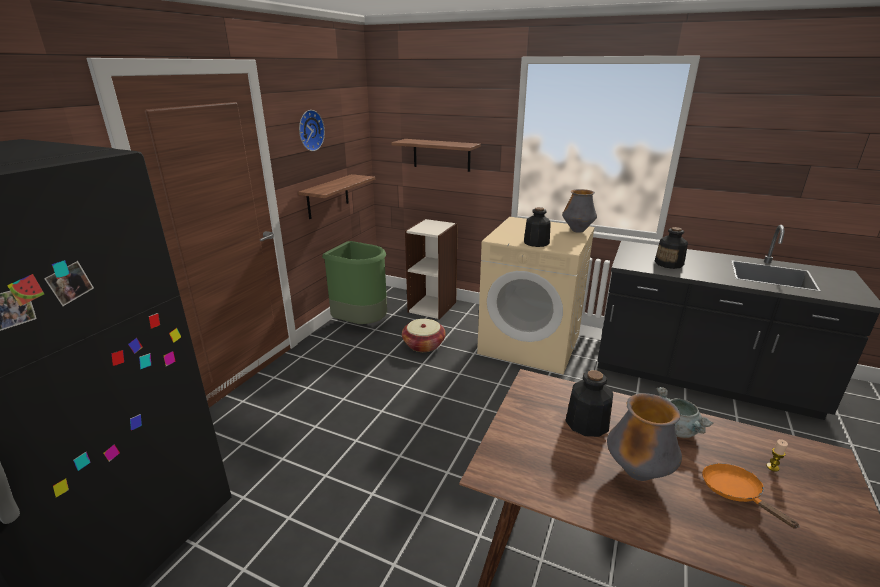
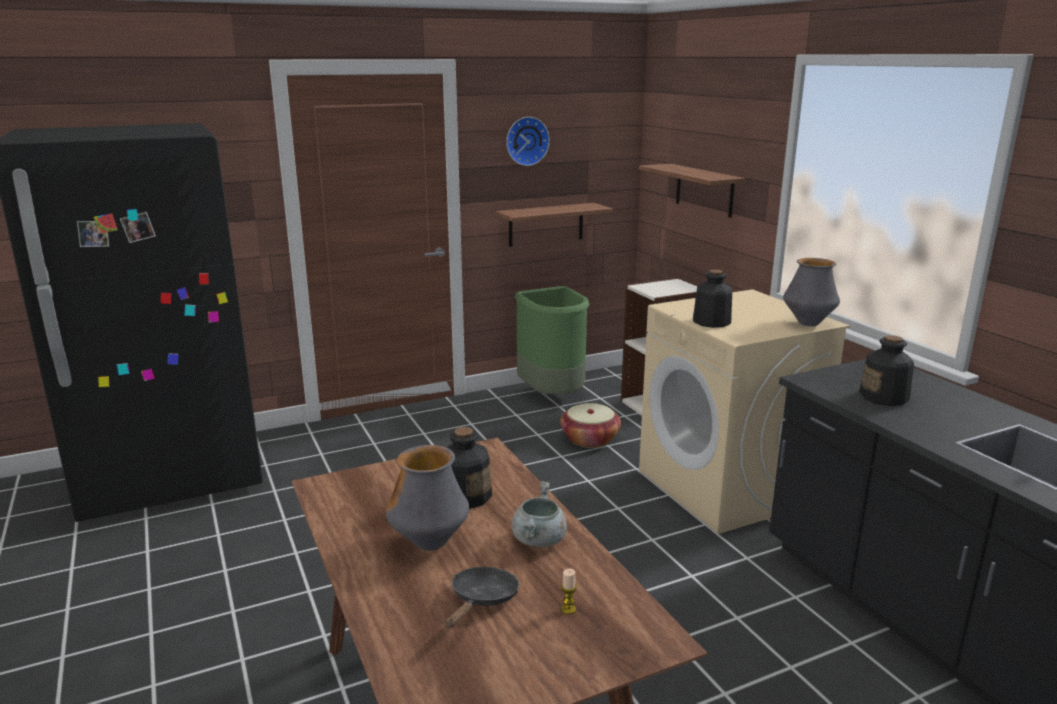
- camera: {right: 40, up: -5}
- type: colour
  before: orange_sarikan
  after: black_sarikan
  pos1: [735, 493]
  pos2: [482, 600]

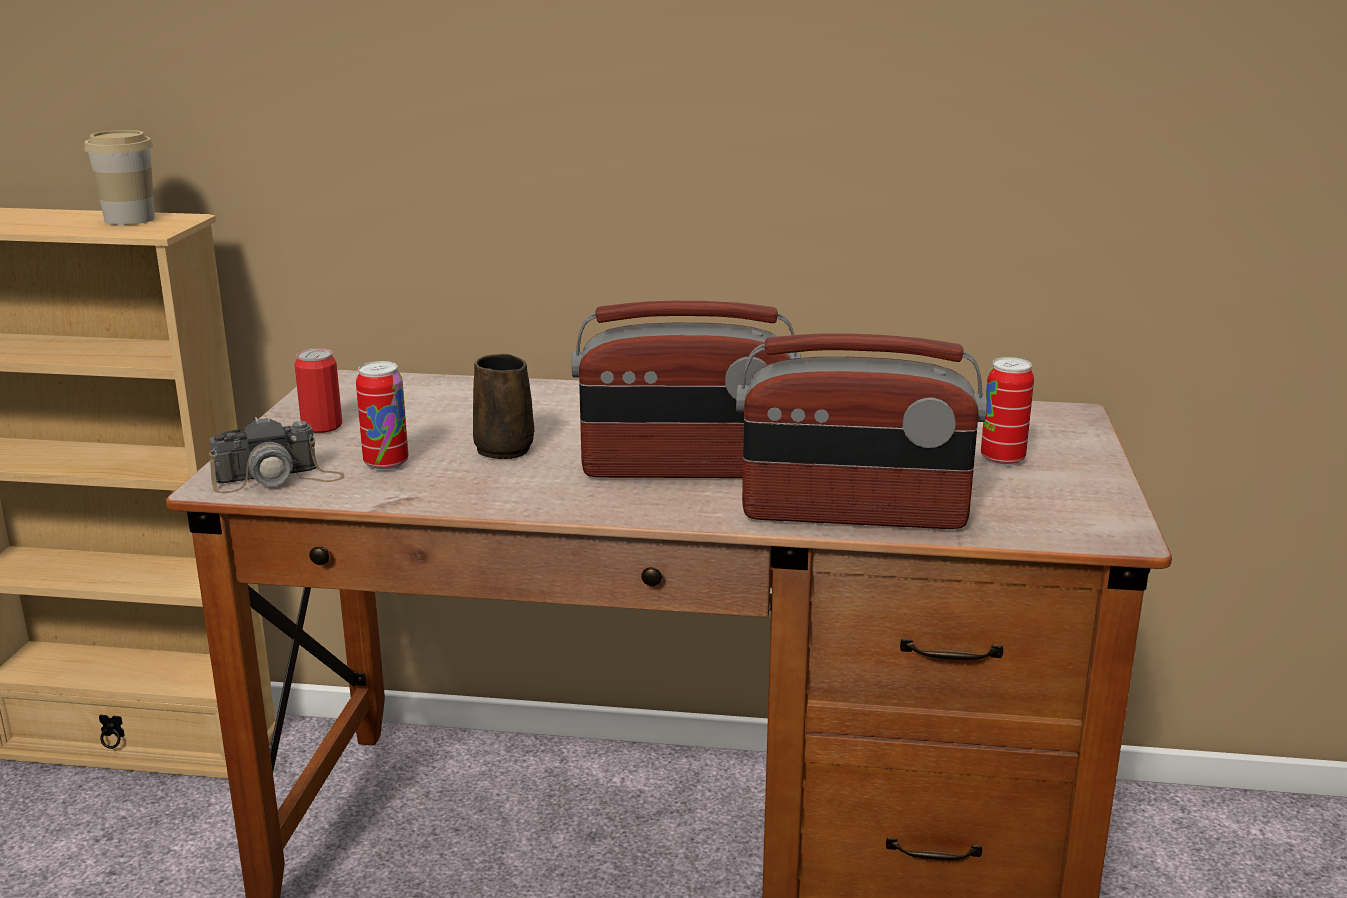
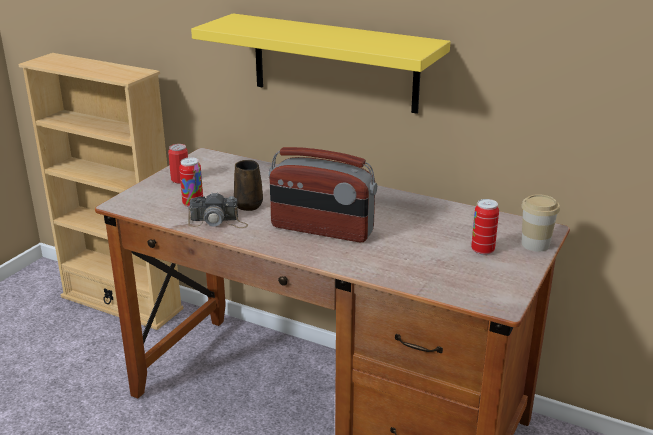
- camera: {right: 20, up: 5}
- type: missing
  before: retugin
  pos1: [853, 515]
- type: appeared
  after: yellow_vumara
  pos2: [334, 63]
- type: relocated
  before: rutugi
  pos1: [129, 219]
  pos2: [535, 244]
- type: relocated
  before: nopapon
  pos1: [278, 478]
  pos2: [218, 222]

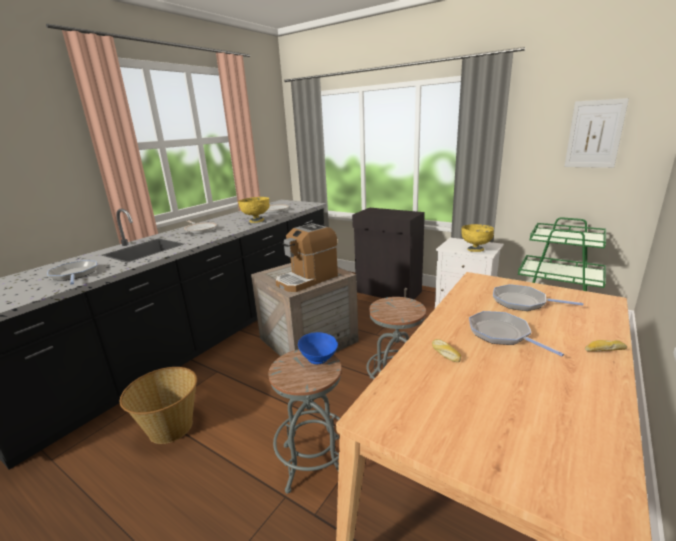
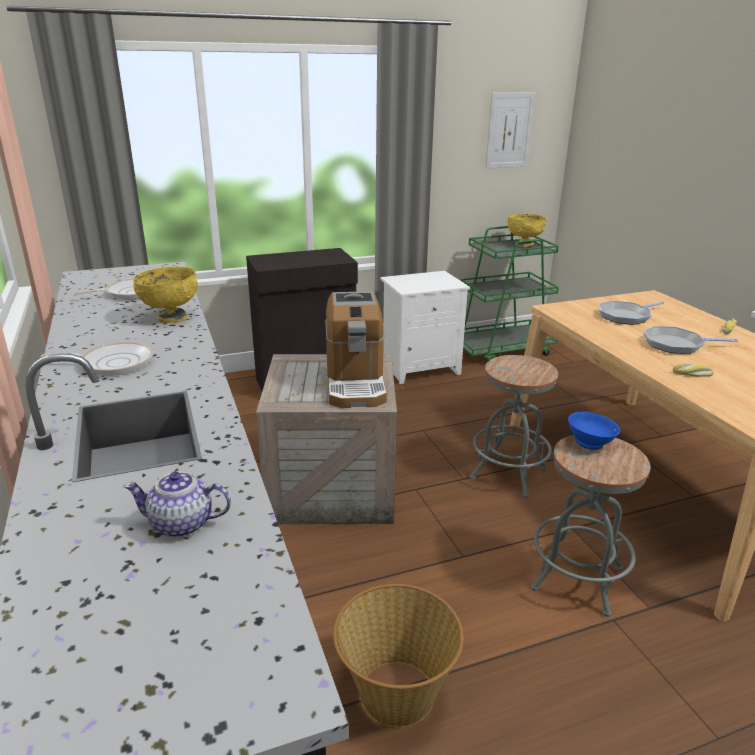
- camera: {right: -55, up: 5}
- type: relocated
  before: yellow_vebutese
  pos1: [476, 250]
  pos2: [524, 244]
- type: exchanged
  before: sarikan
  after: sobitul
  pos1: [74, 275]
  pos2: [182, 524]

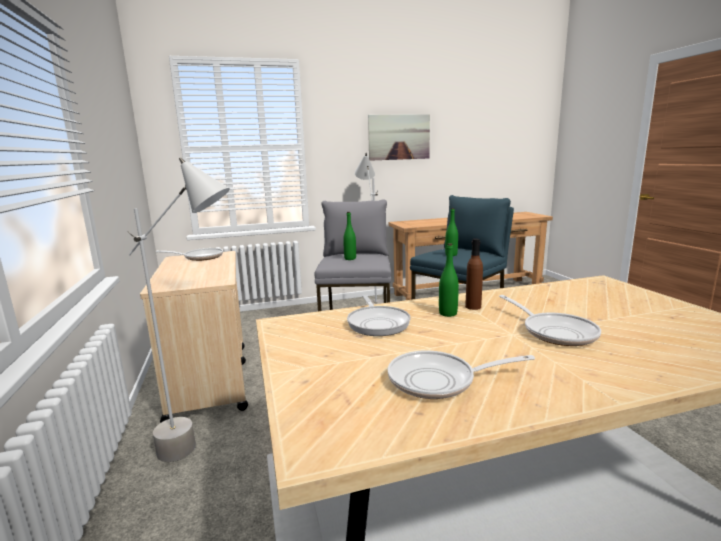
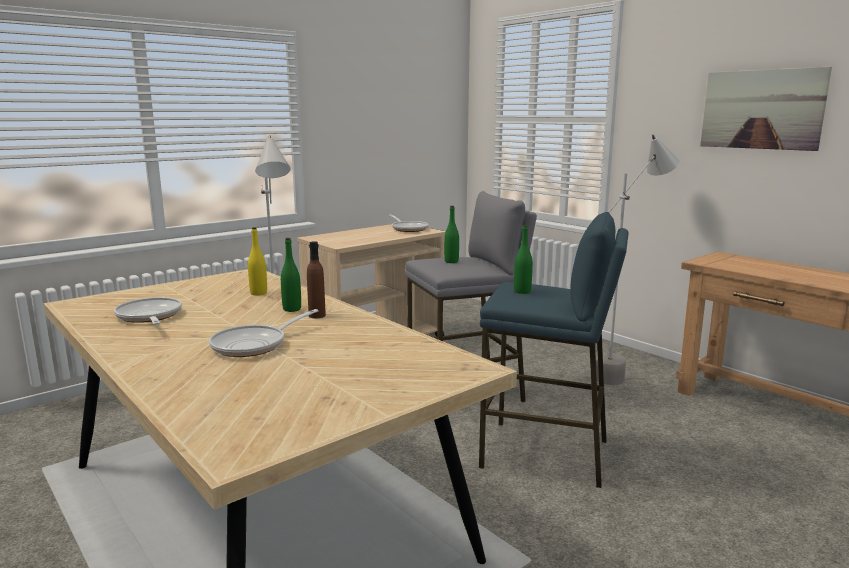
- camera: {right: 65, up: 0}
- type: exchanged
  before: sarikan
  after: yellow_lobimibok
  pos1: [378, 323]
  pos2: [258, 293]

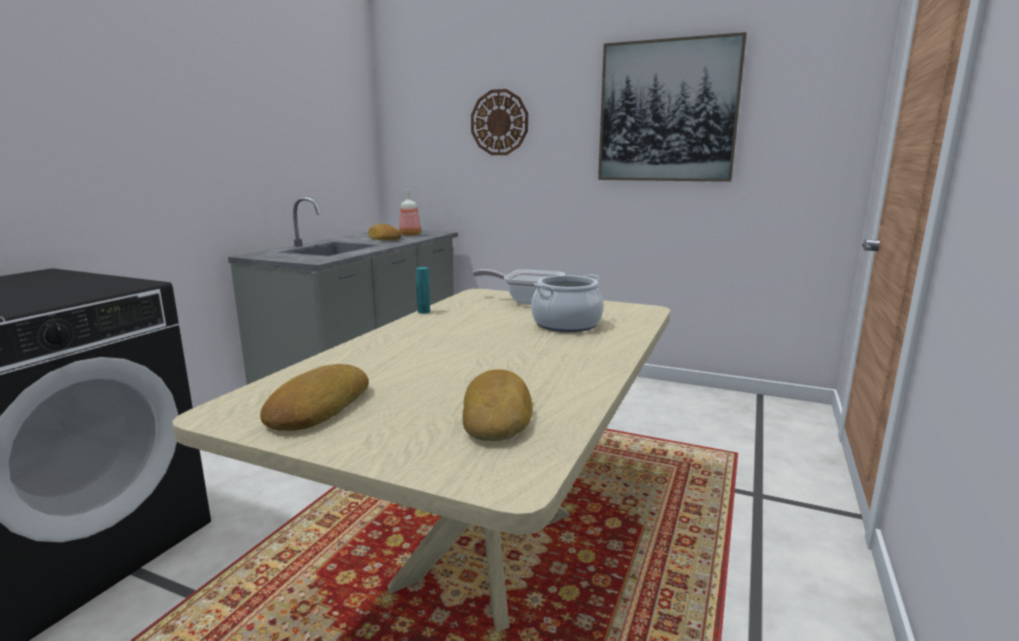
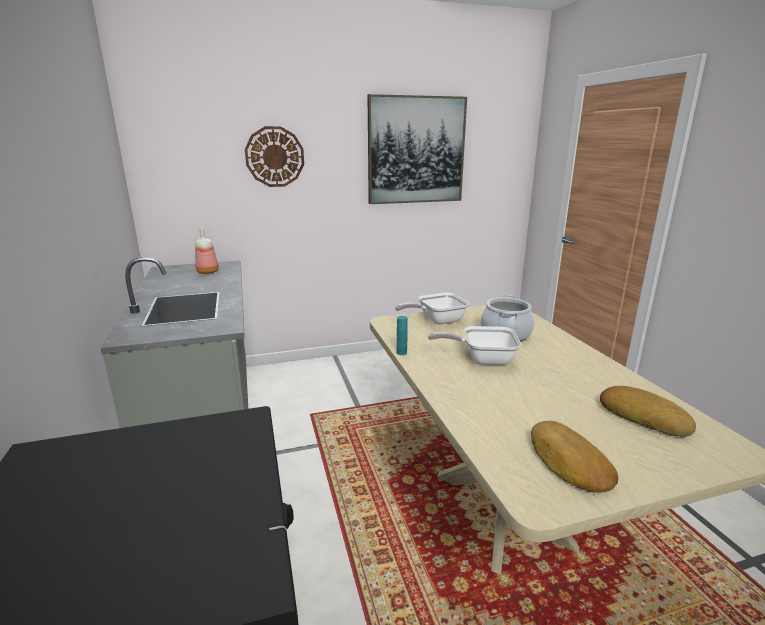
- camera: {right: -40, up: 5}
- type: missing
  before: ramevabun
  pos1: [383, 238]
- type: appeared
  after: sarikan
  pos2: [482, 359]

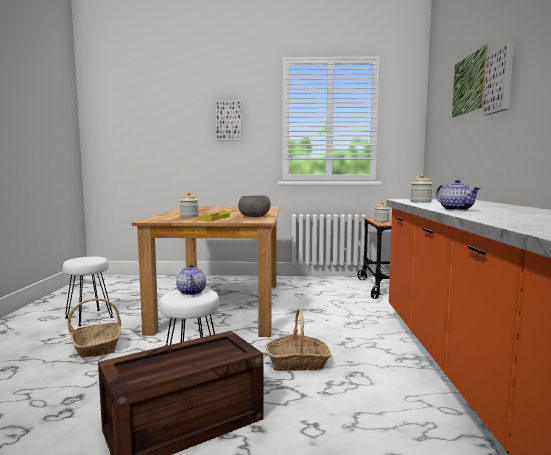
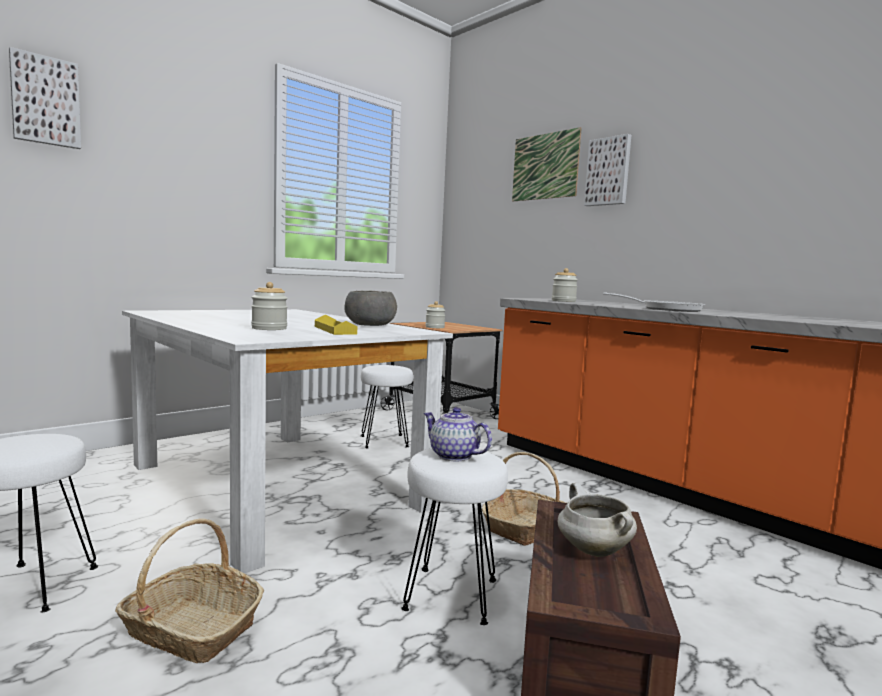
- camera: {right: -45, up: 0}
- type: appeared
  after: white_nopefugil
  pos2: [385, 441]
- type: appeared
  after: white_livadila
  pos2: [592, 550]
- type: relocated
  before: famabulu
  pos1: [229, 121]
  pos2: [45, 101]
- type: exchanged
  before: sobitul
  after: sarikan
  pos1: [456, 209]
  pos2: [665, 309]
- type: colour
  before: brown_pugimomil
  after: white_pugimomil
  pos1: [221, 305]
  pos2: [272, 485]

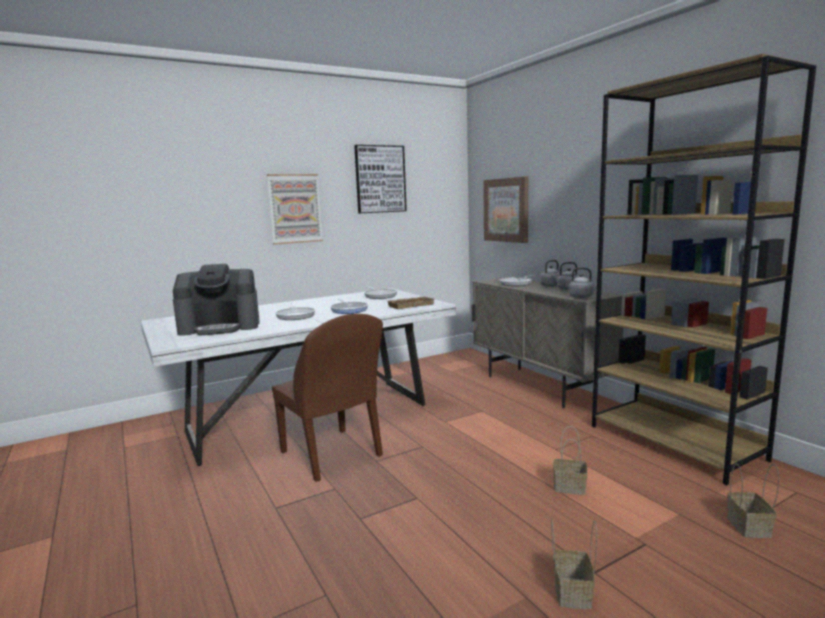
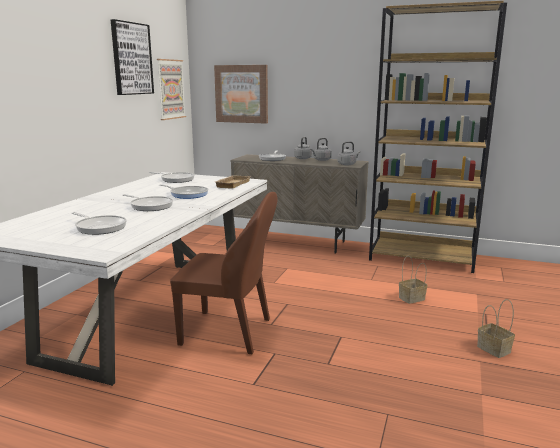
- camera: {right: -40, up: 5}
- type: missing
  before: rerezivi
  pos1: [750, 527]
- type: relocated
  before: famabulu
  pos1: [295, 208]
  pos2: [170, 89]
- type: exchanged
  before: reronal
  after: sarikan
  pos1: [220, 327]
  pos2: [100, 227]

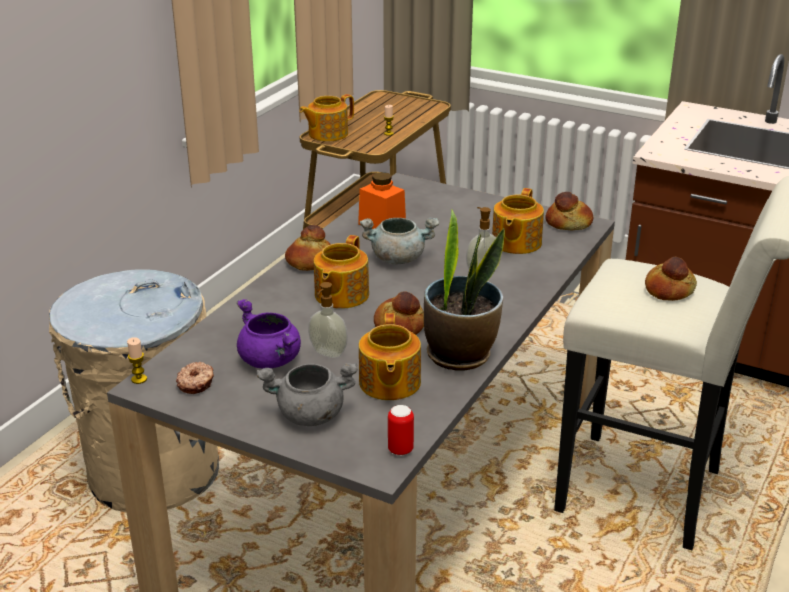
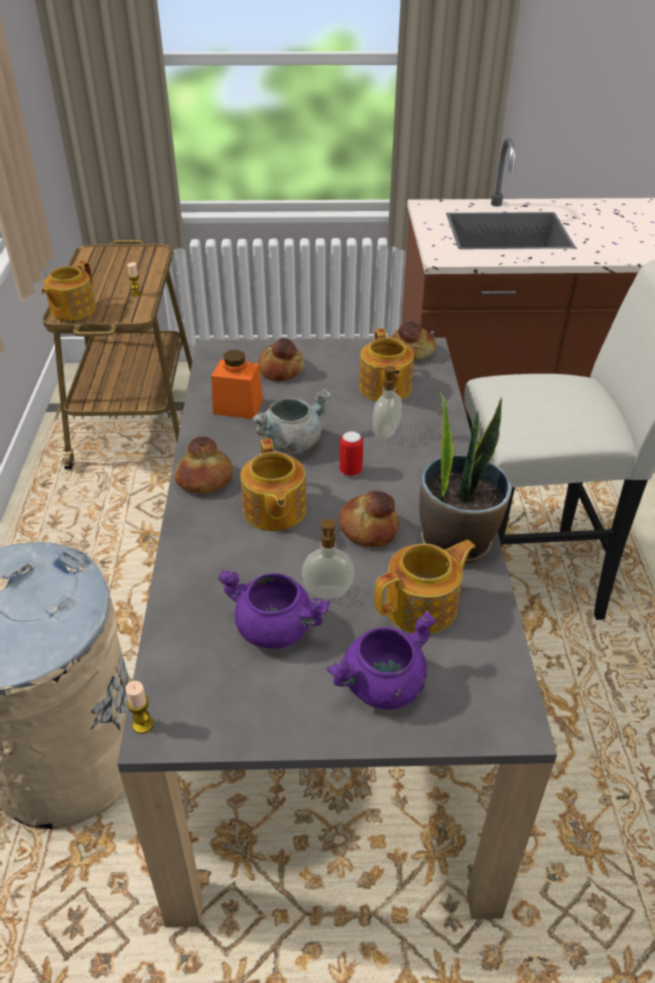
- camera: {right: -30, up: 10}
- type: missing
  before: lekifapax
  pos1: [196, 383]
- type: relocated
  before: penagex
  pos1: [400, 450]
  pos2: [350, 471]
- type: relocated
  before: ramevabun
  pos1: [669, 290]
  pos2: [281, 369]
- type: colour
  before: grey_livadila
  after: purple_livadila
  pos1: [309, 415]
  pos2: [382, 687]
- type: spun
  before: sobitul
  pos1: [389, 383]
  pos2: [423, 607]
  turn: -90

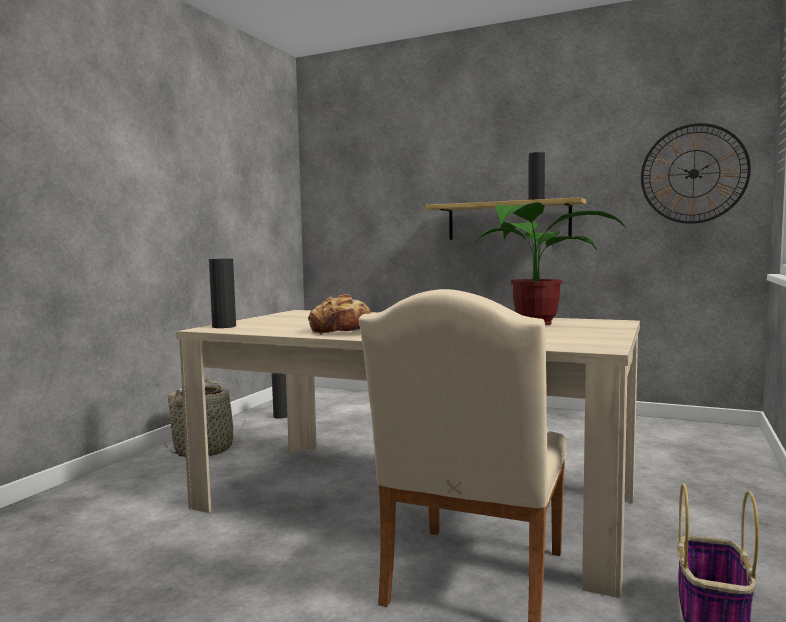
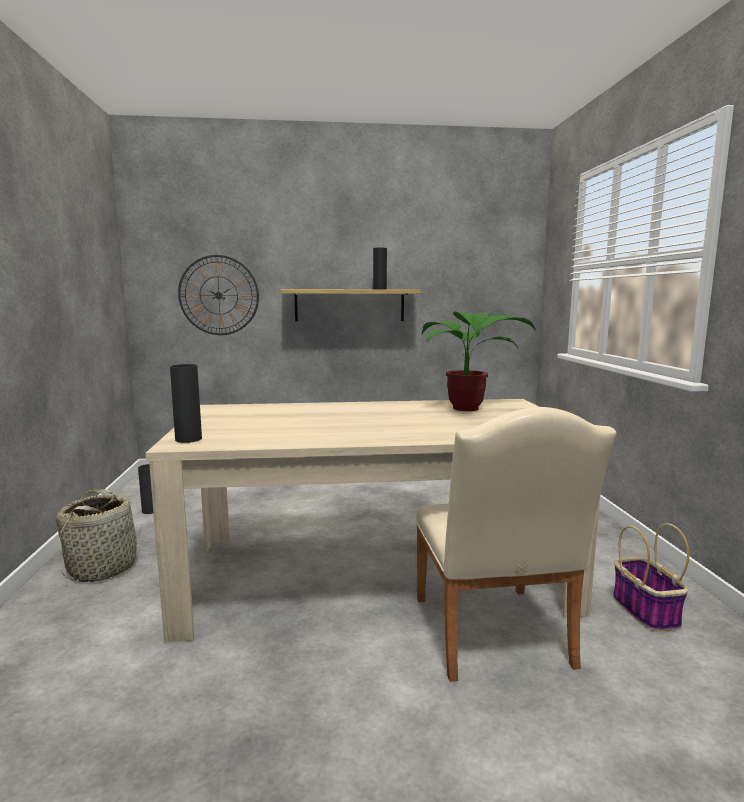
- camera: {right: -30, up: 5}
- type: missing
  before: ramevabun
  pos1: [342, 331]
- type: relocated
  before: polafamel
  pos1: [693, 174]
  pos2: [219, 295]

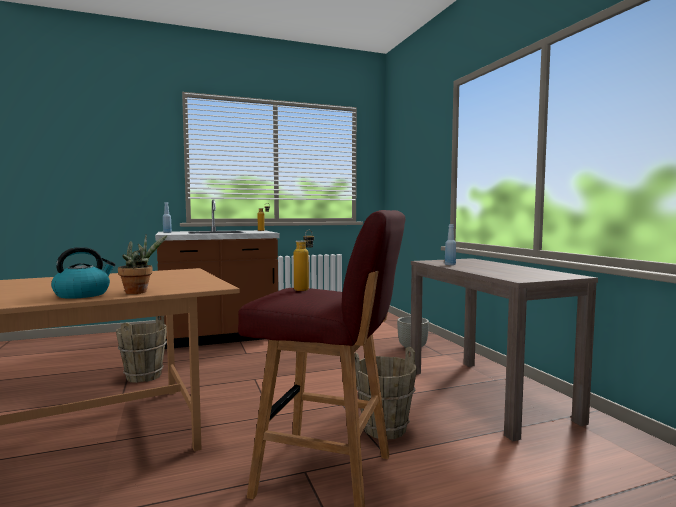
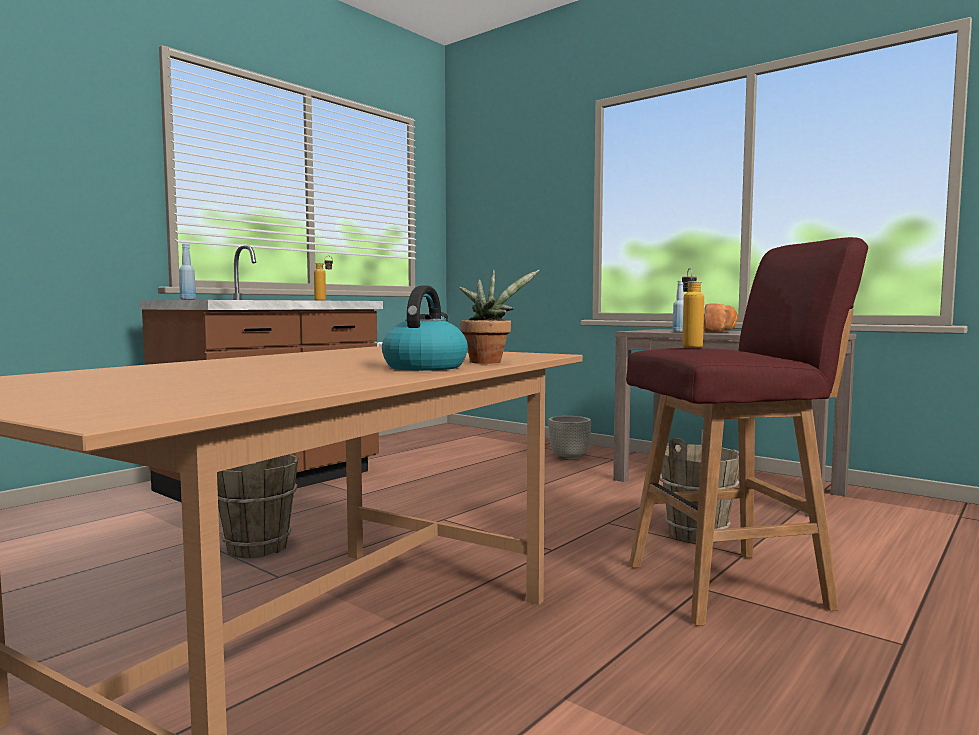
- camera: {right: -30, up: 0}
- type: appeared
  after: ramevabun
  pos2: [720, 332]

